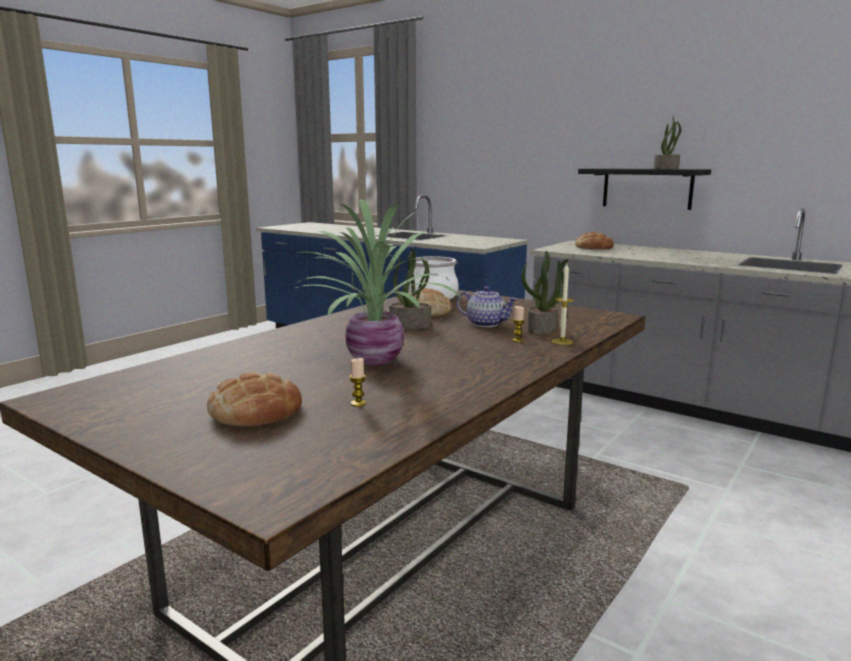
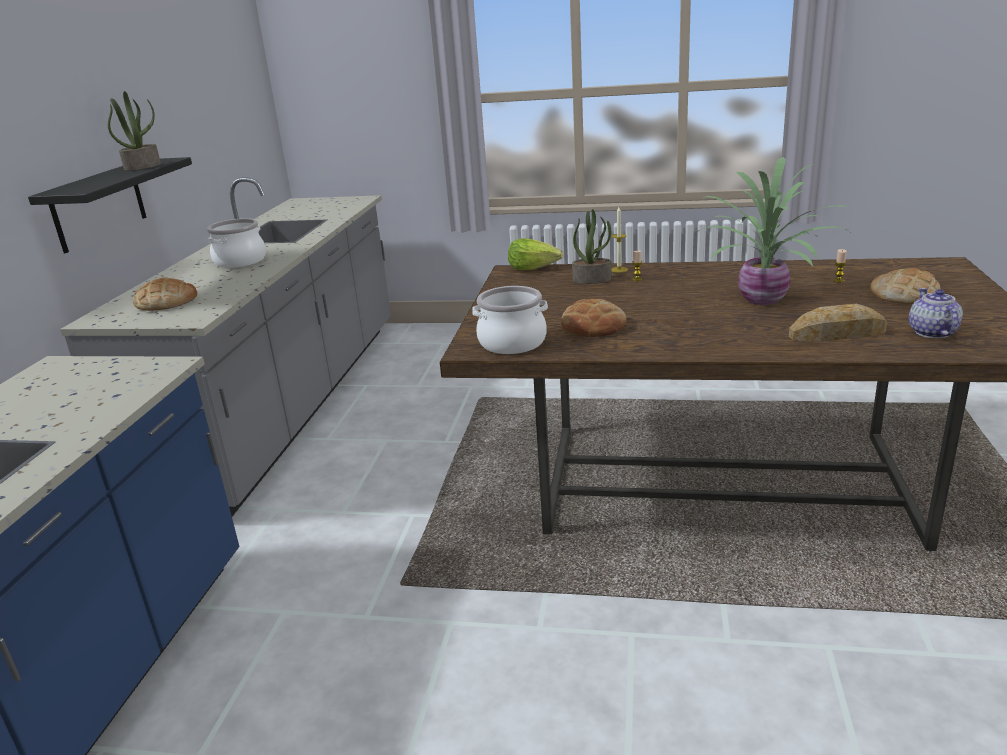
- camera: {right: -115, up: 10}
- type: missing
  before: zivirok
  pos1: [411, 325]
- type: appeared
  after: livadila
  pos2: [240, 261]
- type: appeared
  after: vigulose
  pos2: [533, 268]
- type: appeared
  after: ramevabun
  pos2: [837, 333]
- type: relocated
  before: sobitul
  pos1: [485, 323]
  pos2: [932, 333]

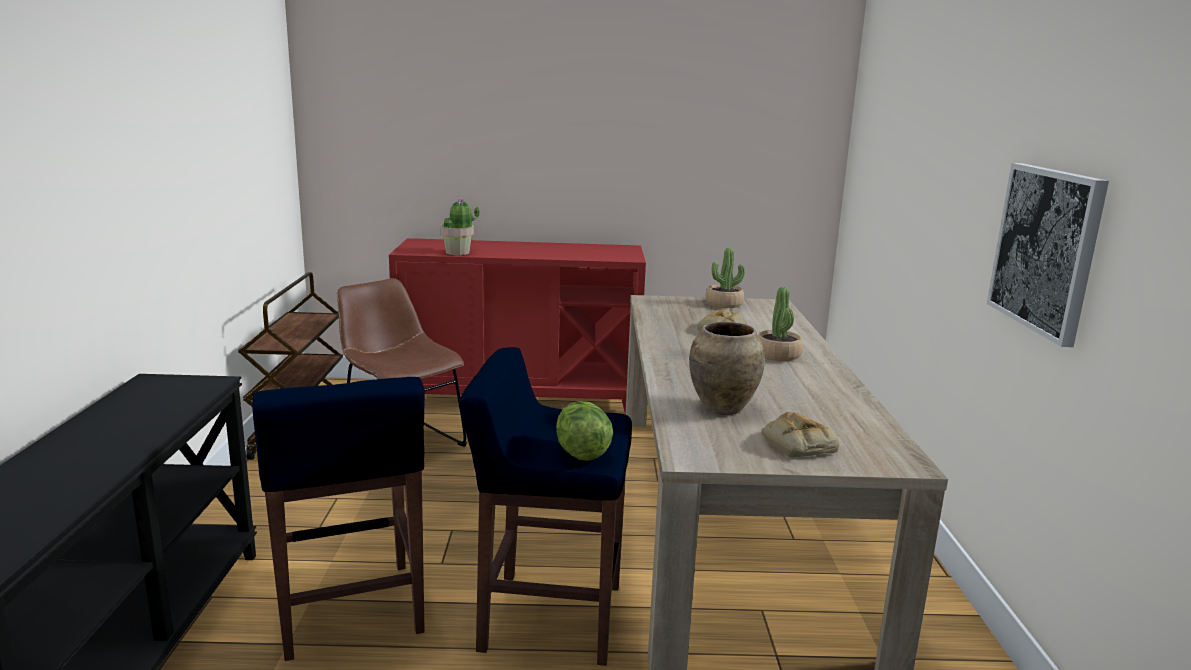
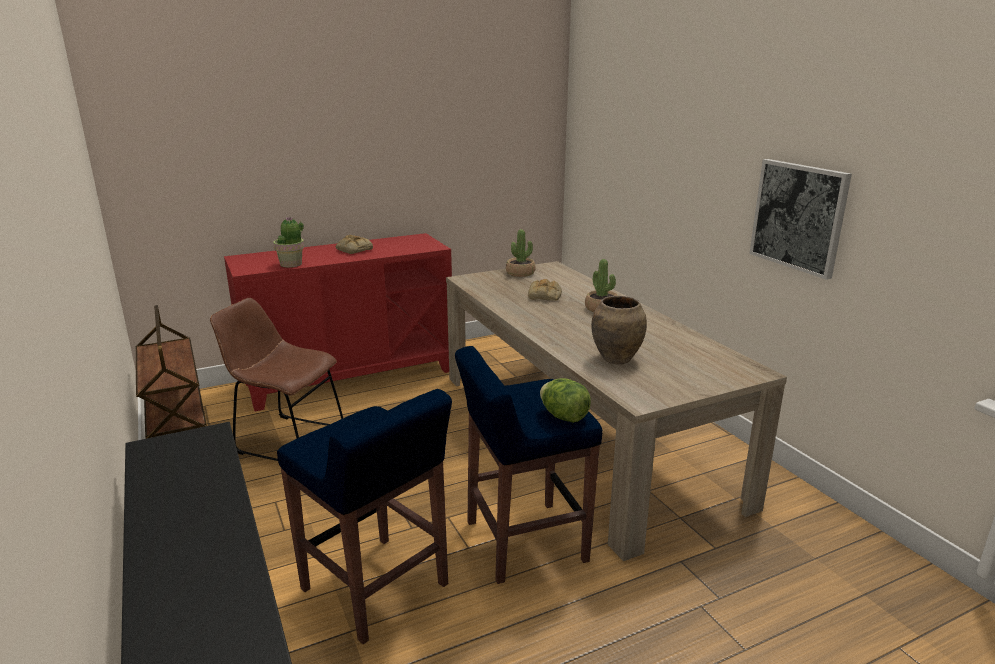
- camera: {right: -25, up: 5}
- type: relocated
  before: ramevabun
  pos1: [796, 444]
  pos2: [353, 249]

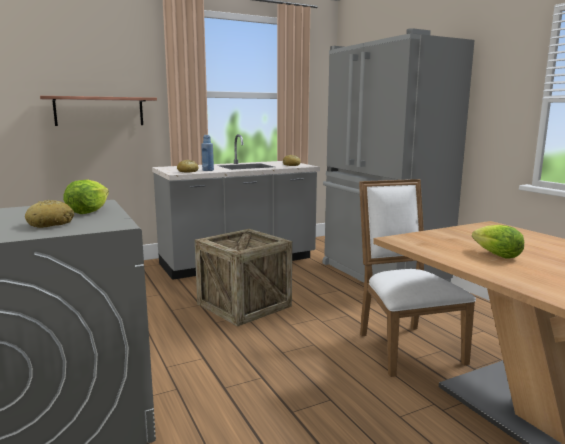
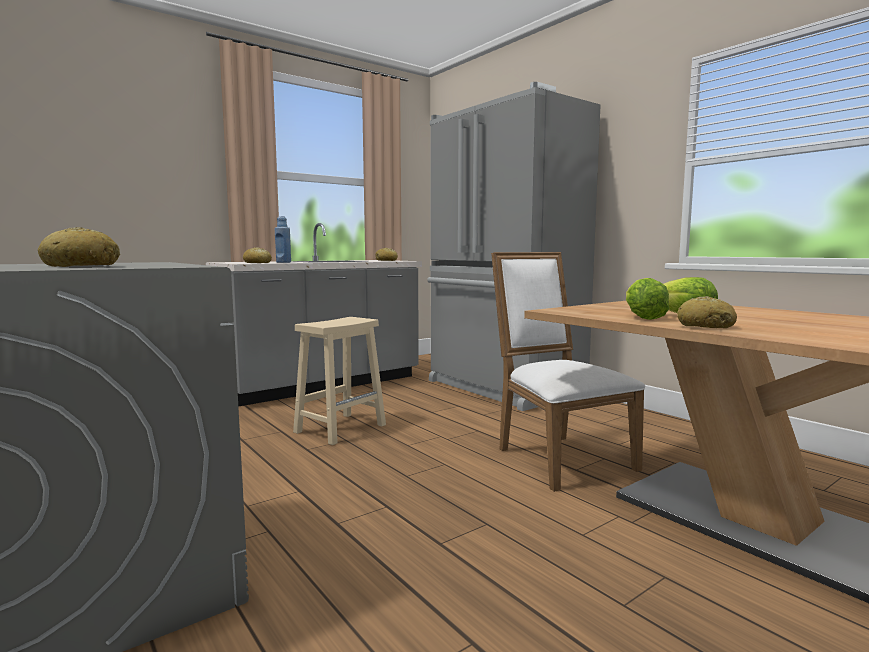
- camera: {right: -10, up: -5}
- type: missing
  before: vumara
  pos1: [99, 111]
- type: appeared
  after: ramevabun
  pos2: [705, 326]
- type: relocated
  before: vigulose
  pos1: [88, 212]
  pos2: [643, 318]
- type: exchanged
  before: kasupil
  after: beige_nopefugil
  pos1: [244, 305]
  pos2: [341, 428]

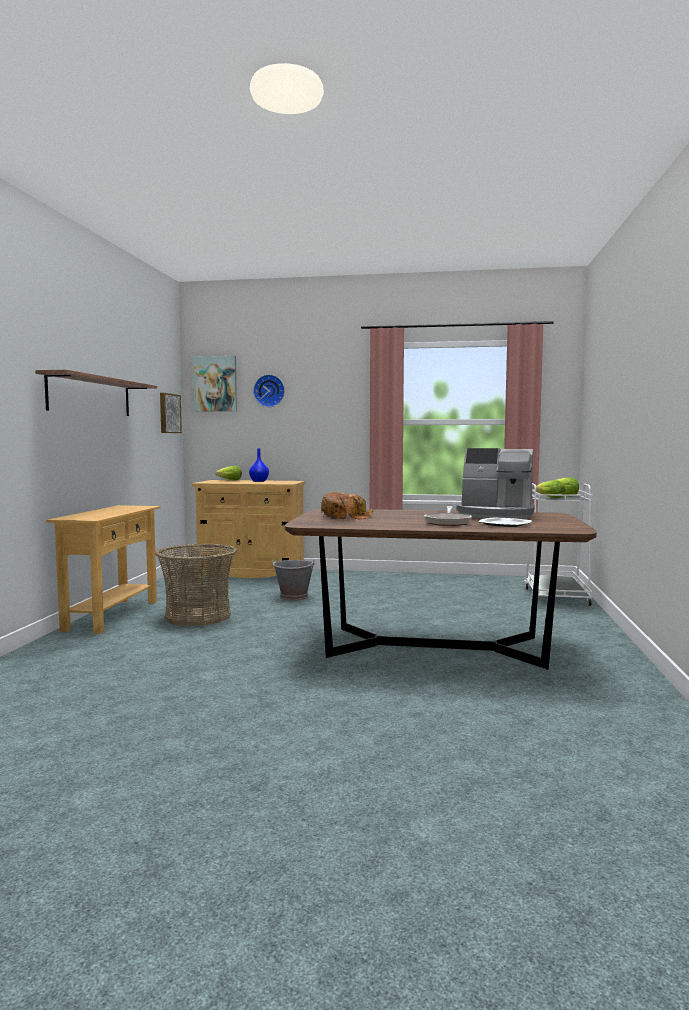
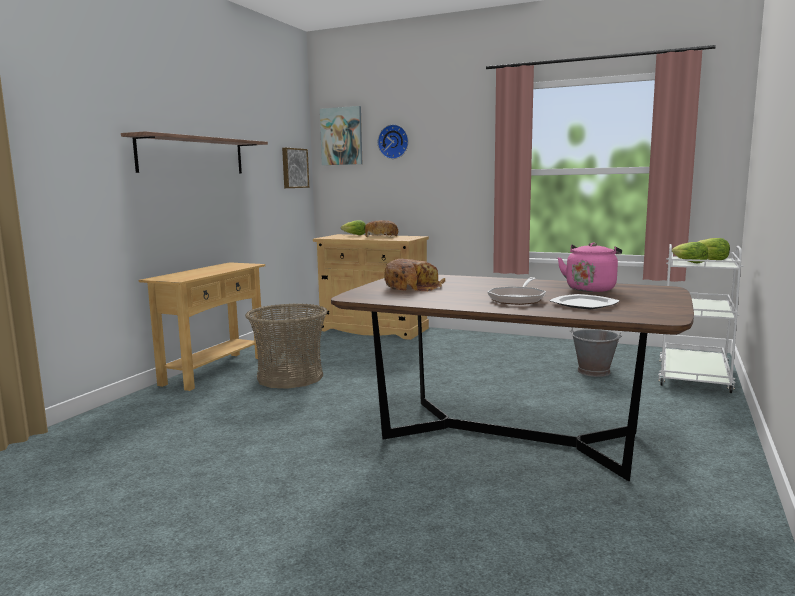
- camera: {right: 15, up: 5}
- type: relocated
  before: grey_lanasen
  pos1: [294, 597]
  pos2: [594, 372]
- type: exchanged
  before: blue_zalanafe
  after: ramevabun
  pos1: [259, 481]
  pos2: [380, 236]
- type: exchanged
  before: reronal
  after: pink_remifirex
  pos1: [496, 515]
  pos2: [591, 288]

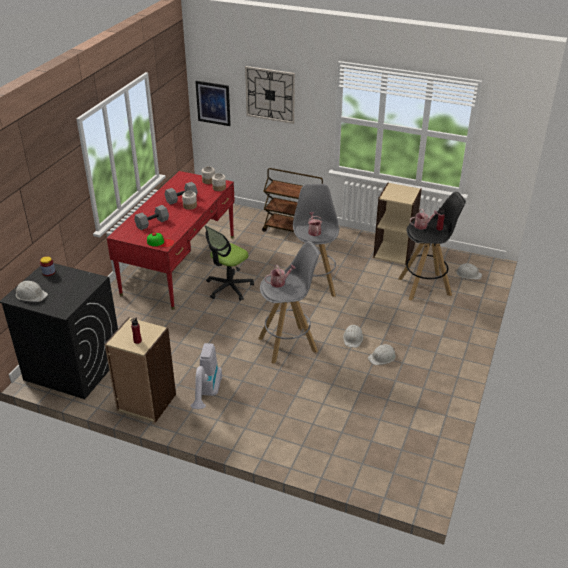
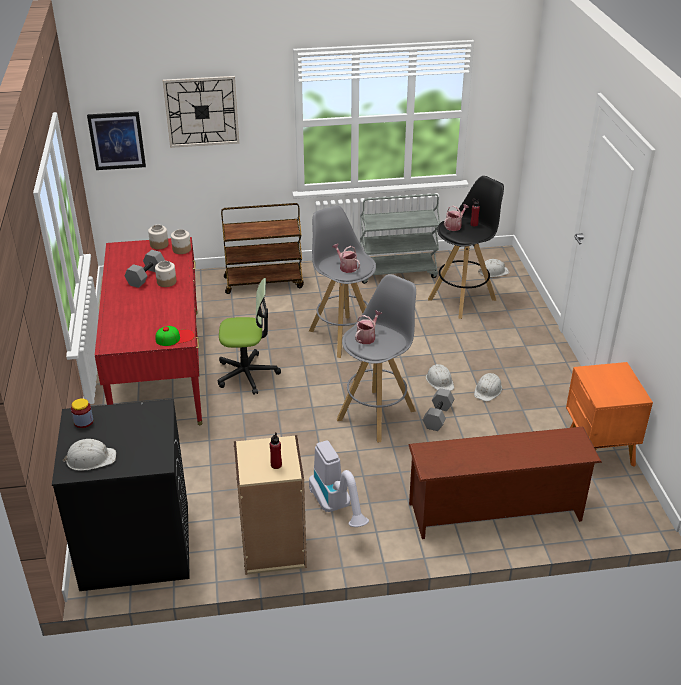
- camera: {right: -30, up: 0}
- type: appeared
  after: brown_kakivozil
  pos2: [495, 513]
- type: appeared
  after: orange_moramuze
  pos2: [599, 450]
- type: relocated
  before: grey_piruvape
  pos1: [152, 223]
  pos2: [438, 417]
- type: exchanged
  before: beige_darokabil
  after: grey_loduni
  pos1: [394, 252]
  pos2: [397, 272]
- type: spun
  before: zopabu
  pos1: [229, 287]
  pos2: [247, 374]
  turn: -105

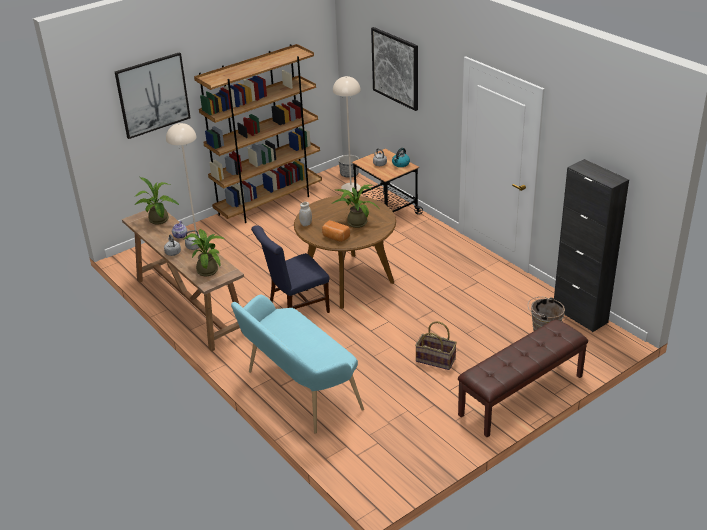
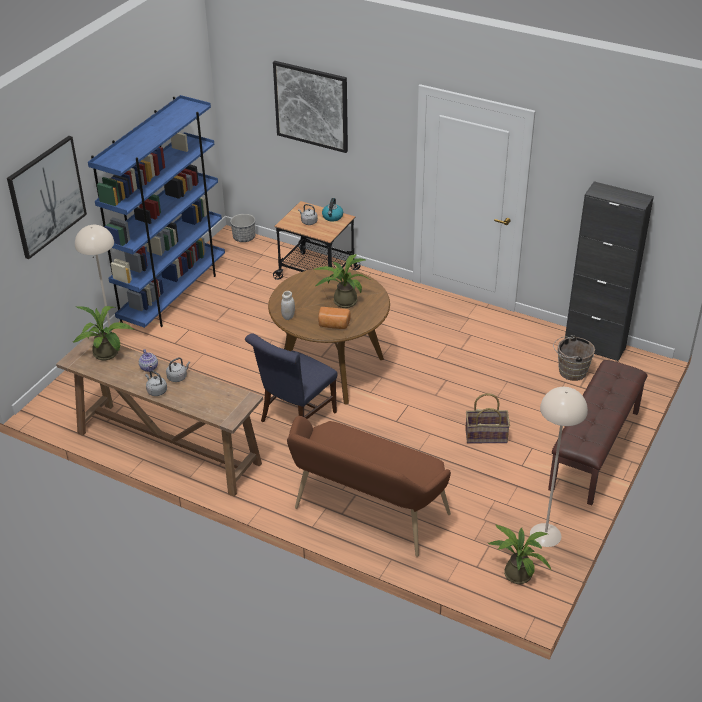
- camera: {right: -25, up: 5}
- type: relocated
  before: zivirok
  pos1: [208, 269]
  pos2: [516, 572]
- type: relocated
  before: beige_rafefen
  pos1: [351, 187]
  pos2: [545, 534]
- type: colour
  before: brown_darokabil
  after: blue_darokabil
  pos1: [269, 203]
  pos2: [173, 295]
- type: colour
  before: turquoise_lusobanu
  after: brown_lusobanu
  pos1: [298, 391]
  pos2: [366, 515]

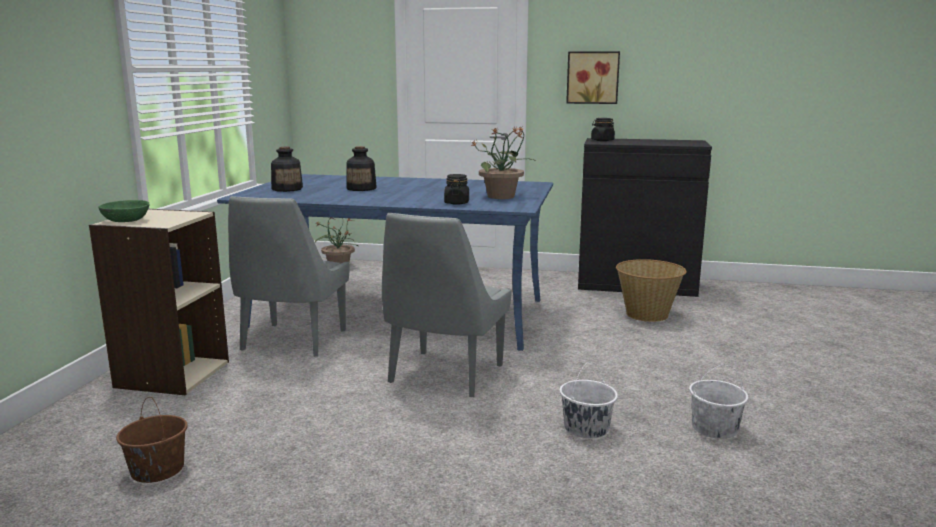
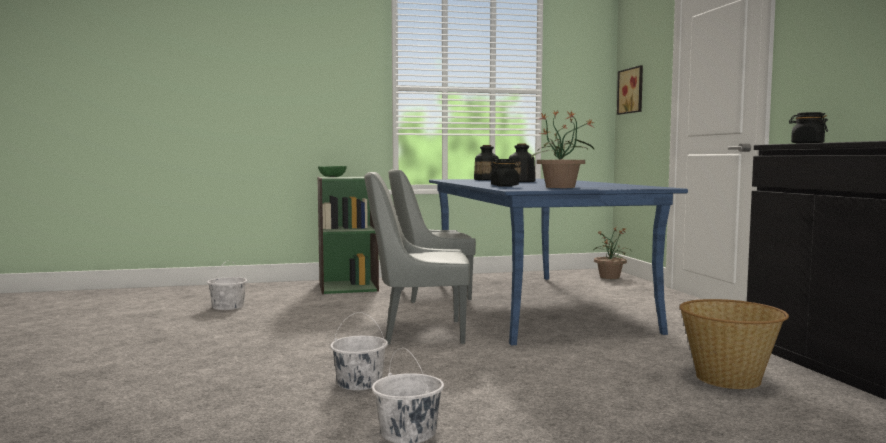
- camera: {right: 65, up: -10}
- type: relocated
  before: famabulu
  pos1: [592, 77]
  pos2: [632, 90]
- type: colour
  before: beige_darokabil
  after: green_darokabil
  pos1: [172, 374]
  pos2: [348, 287]
- type: colour
  before: brown_lanasen
  after: white_lanasen
  pos1: [157, 469]
  pos2: [228, 307]

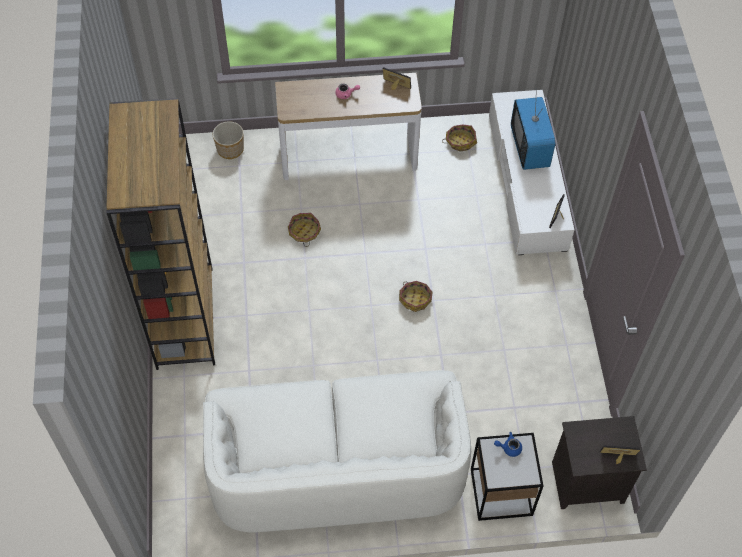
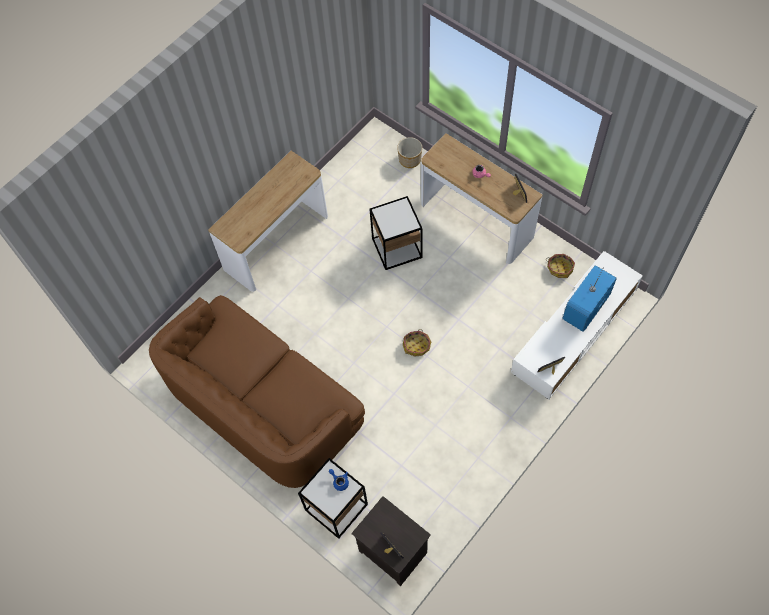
- camera: {right: 50, up: 5}
- type: exchanged
  before: brown_darokabil
  after: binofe
  pos1: [184, 317]
  pos2: [277, 243]
- type: exchanged
  before: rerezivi
  after: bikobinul
  pos1: [304, 232]
  pos2: [397, 248]
- type: colour
  before: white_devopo
  after: brown_devopo
  pos1: [336, 468]
  pos2: [263, 405]

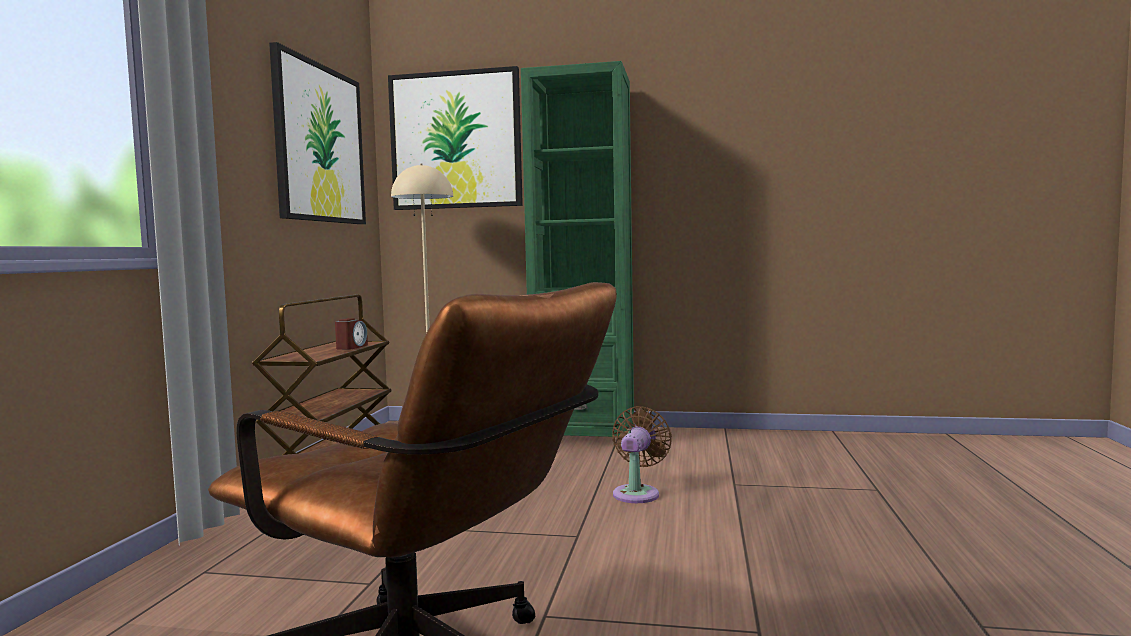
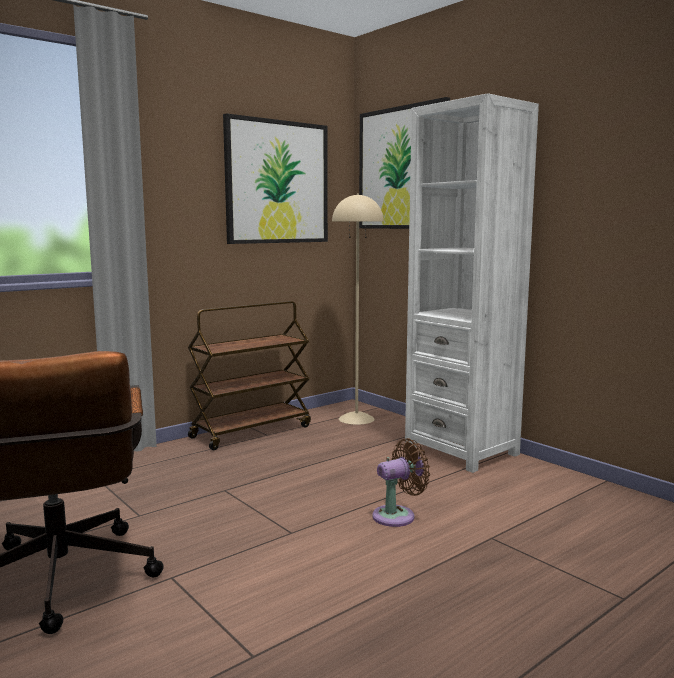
- camera: {right: 40, up: 5}
- type: missing
  before: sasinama
  pos1: [351, 347]
- type: colour
  before: green_darokabil
  after: white_darokabil
  pos1: [584, 435]
  pos2: [461, 451]

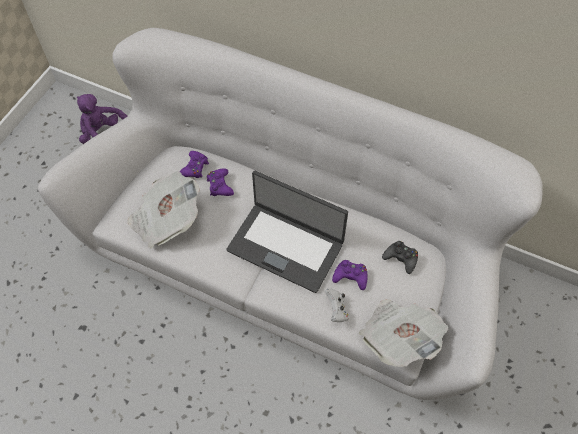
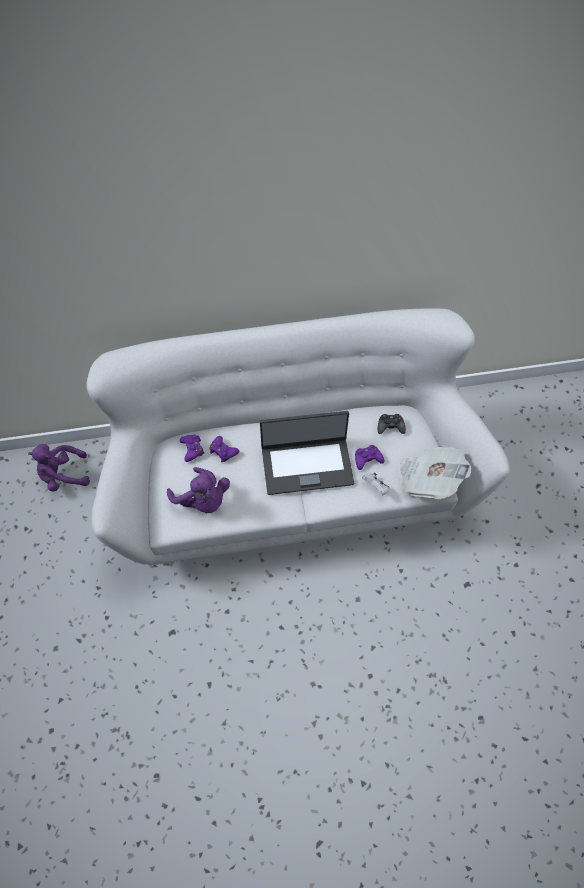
- camera: {right: -35, up: 0}
- type: exchanged
  before: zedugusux
  after: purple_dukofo
  pos1: [166, 220]
  pos2: [203, 500]

